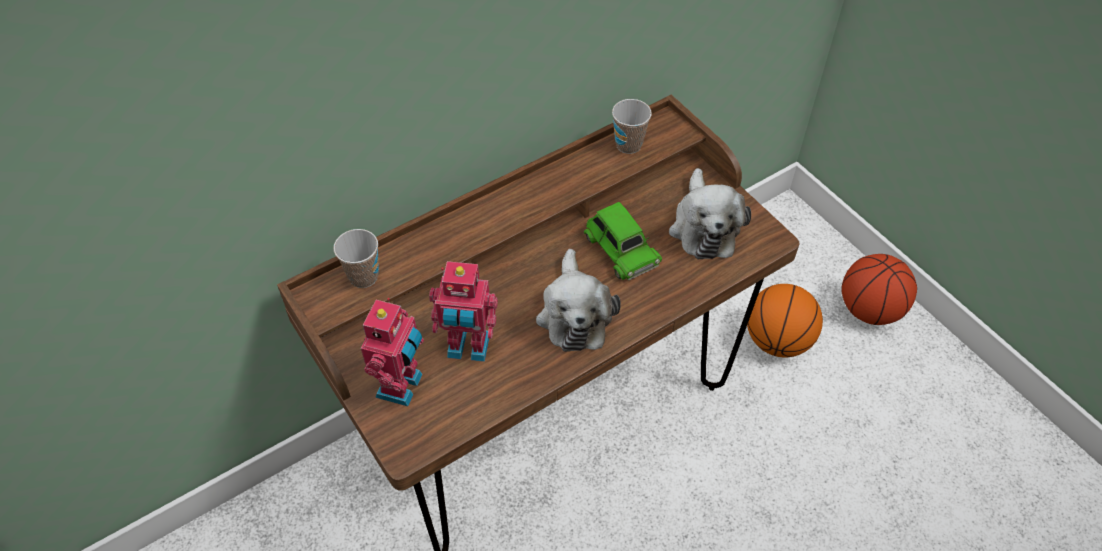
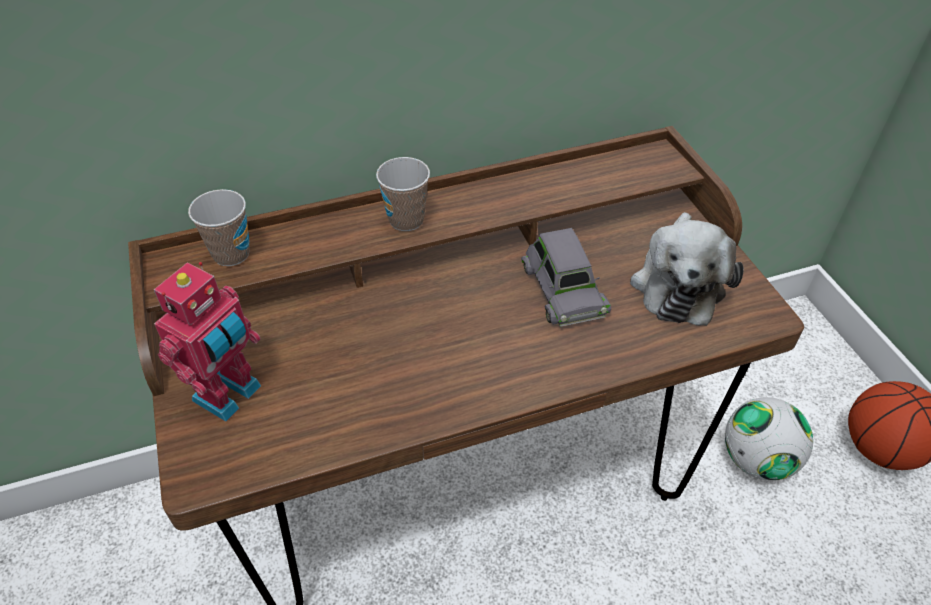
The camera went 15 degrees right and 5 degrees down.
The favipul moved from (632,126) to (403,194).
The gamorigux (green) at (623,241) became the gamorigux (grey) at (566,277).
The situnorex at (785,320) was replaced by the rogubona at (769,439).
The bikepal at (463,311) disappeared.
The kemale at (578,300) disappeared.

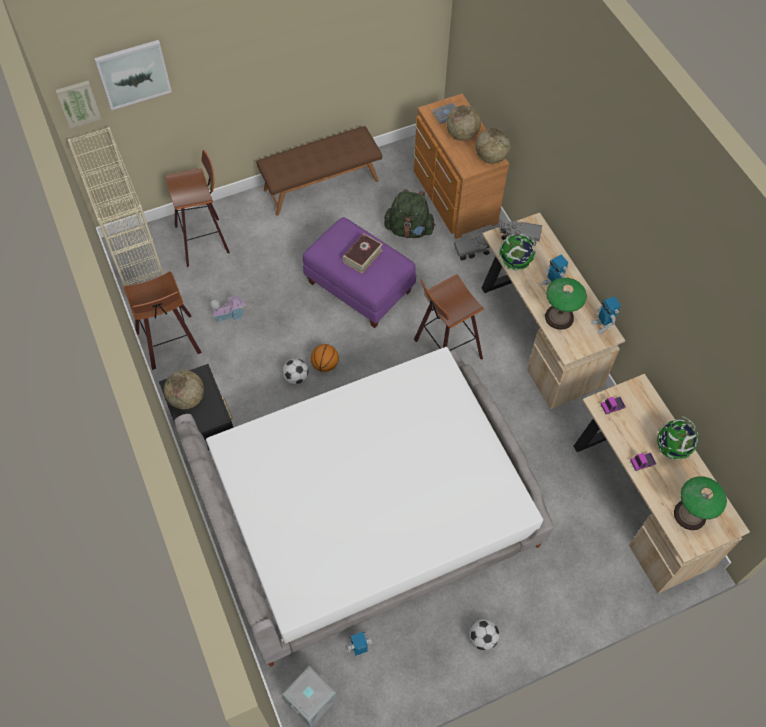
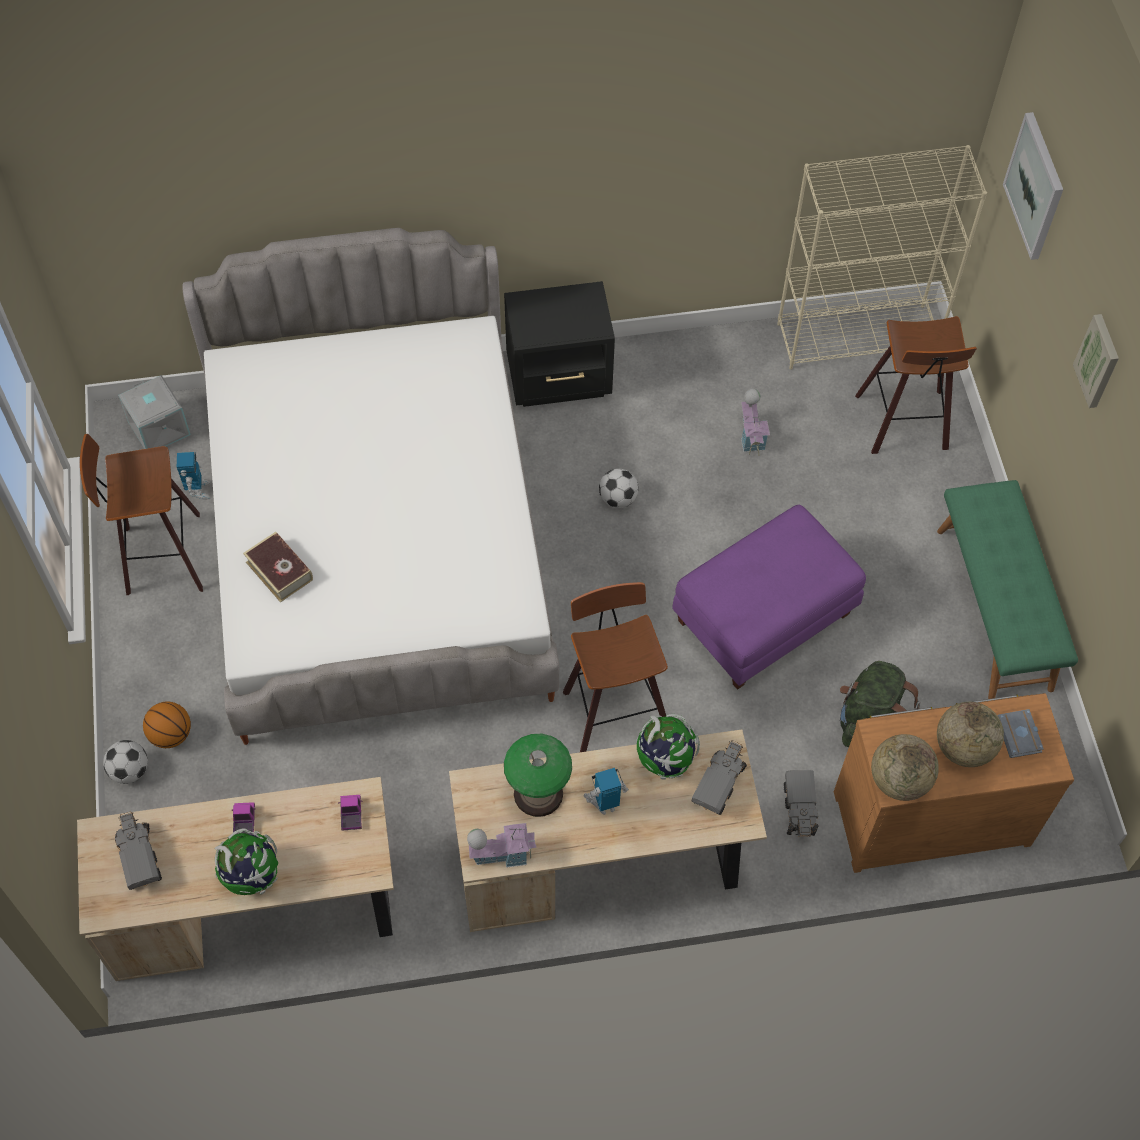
The camera went 105 degrees right and 0 degrees up.
The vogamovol moved from (163,320) to (141,514).
The rogubona moved from (484,634) to (125,762).
The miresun at (700,503) was replaced by the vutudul at (138,850).
The situnorex moved from (325,358) to (167,725).
The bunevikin moved from (363,253) to (278,567).
The bikepal at (606,315) was replaced by the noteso at (502,845).
The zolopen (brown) at (319,171) became the zolopen (green) at (1007,589).
The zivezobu moved from (78,105) to (1096,361).
The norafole at (184,389) disappeared.

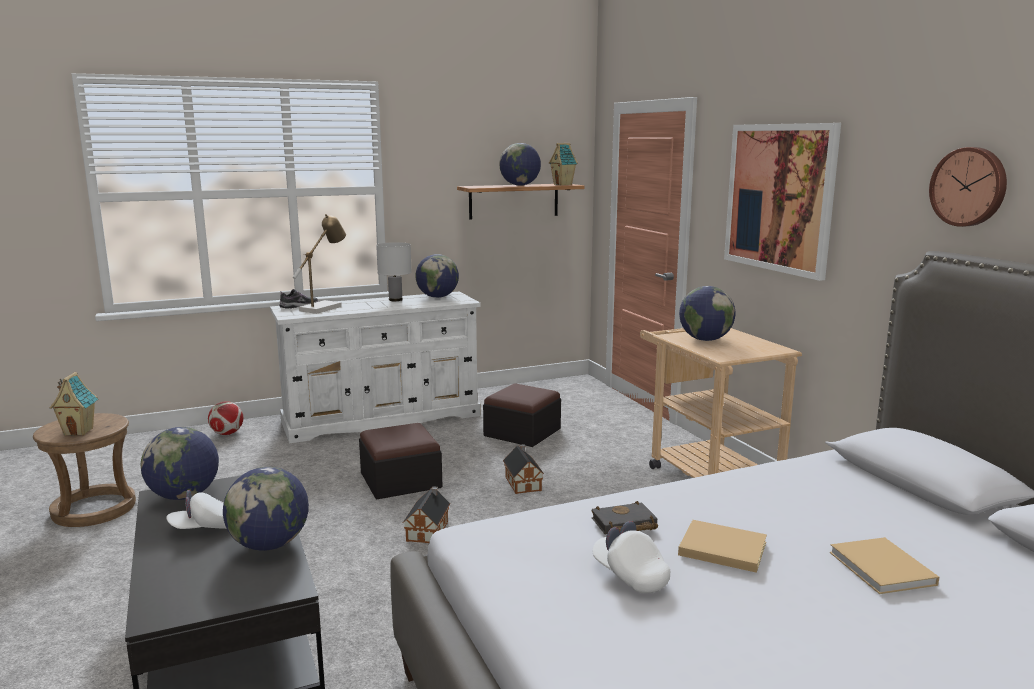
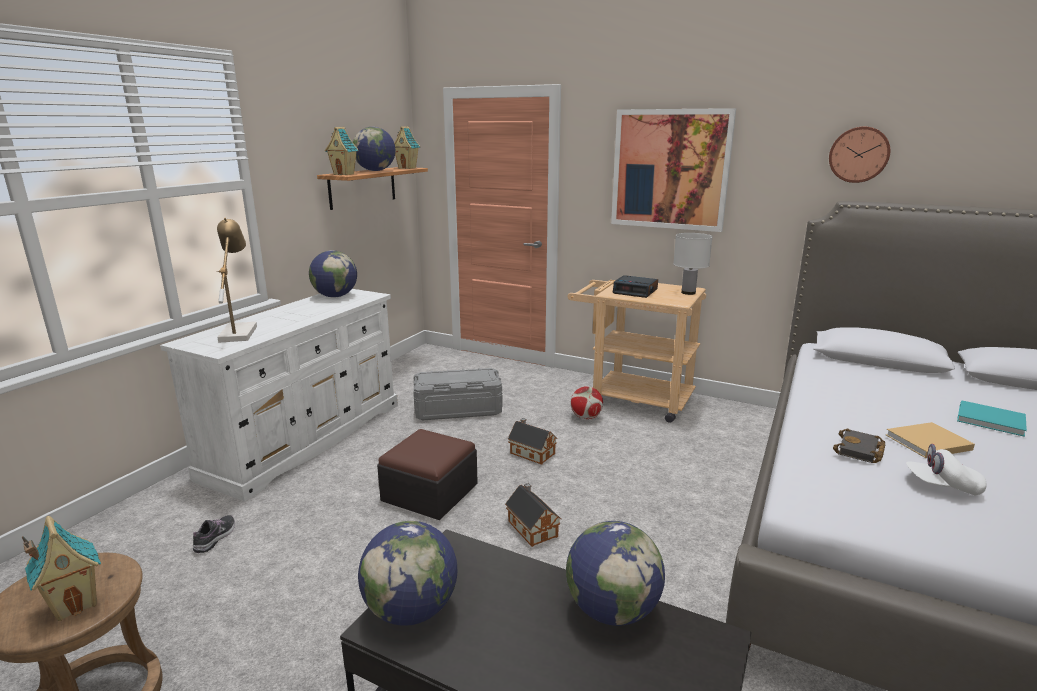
The camera went 40 degrees left and 5 degrees up.
The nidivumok moved from (298,299) to (214,534).
The noteso at (341,151) appeared.
The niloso at (522,415) was replaced by the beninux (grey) at (458,394).
The rogubona moved from (225,418) to (587,402).
The norafole at (707,313) was replaced by the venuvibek at (635,286).
The miresun (white) moved from (394,271) to (693,264).
The bunevikin (beige) at (884,565) became the bunevikin (turquoise) at (992,418).
The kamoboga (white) at (196,509) disappeared.

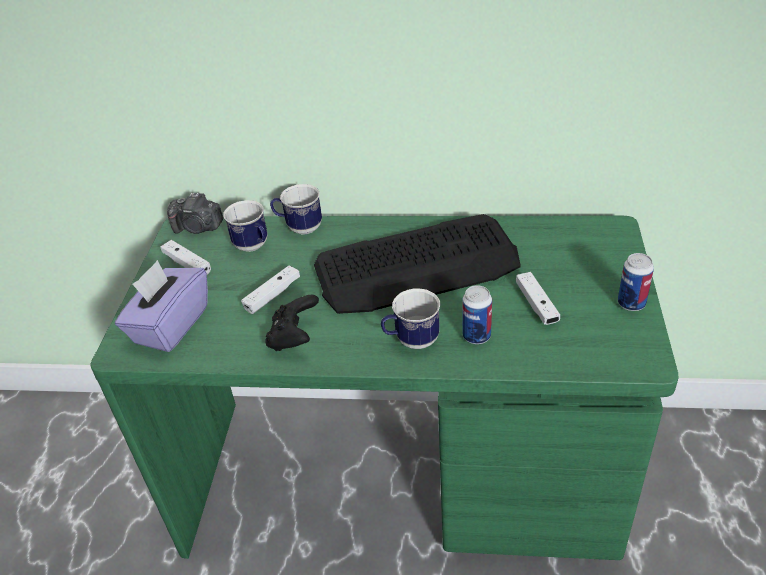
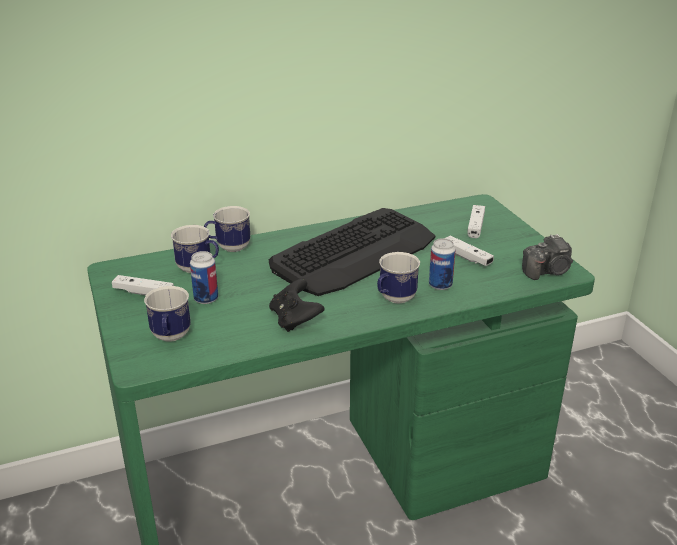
The camera went 30 degrees left and 10 degrees down.
The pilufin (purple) at (161,306) was replaced by the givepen at (167,314).
The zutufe moved from (636,282) to (204,277).
The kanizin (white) moved from (270,290) to (476,221).
The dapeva moved from (195,213) to (547,257).

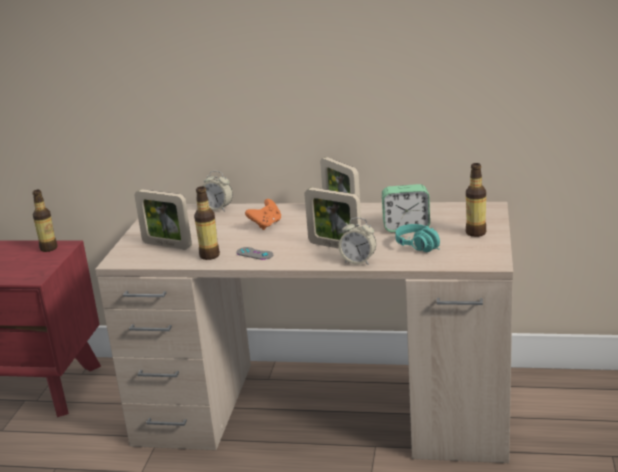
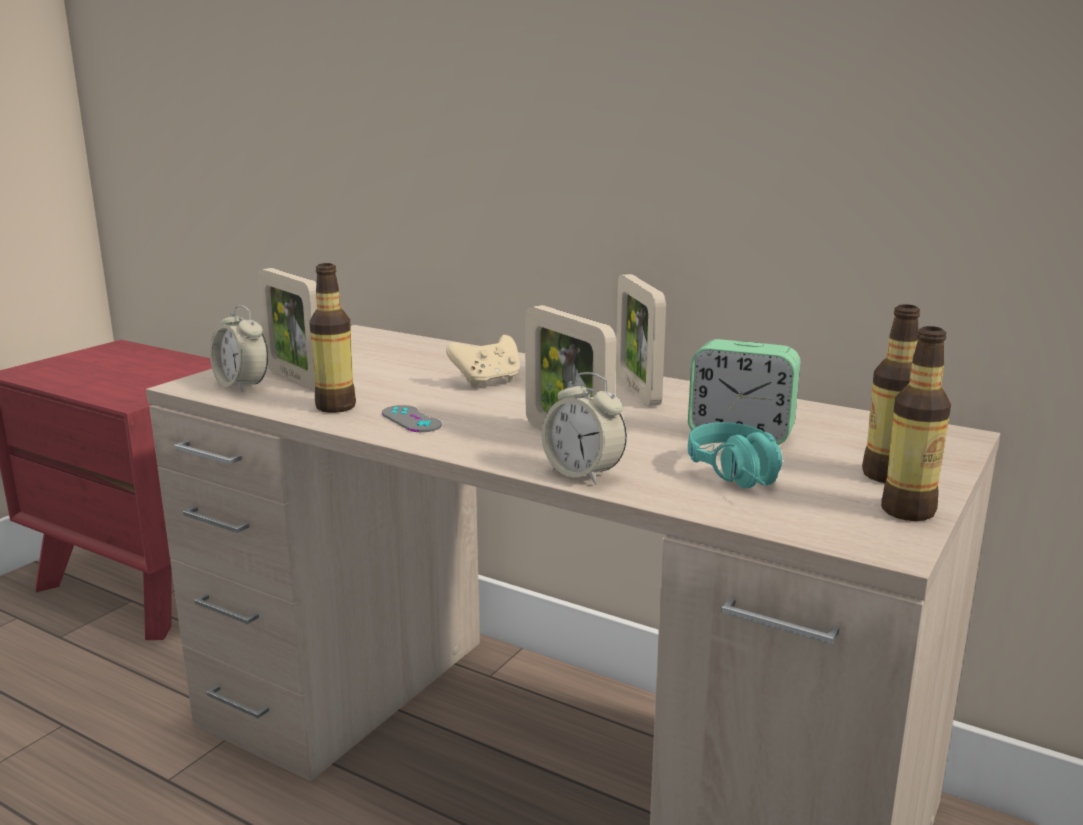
The camera went 20 degrees right and 5 degrees down.
The venuvibek moved from (218,191) to (239,348).
The kanizin (orange) at (263,214) became the kanizin (beige) at (482,361).
The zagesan moved from (44,221) to (916,423).

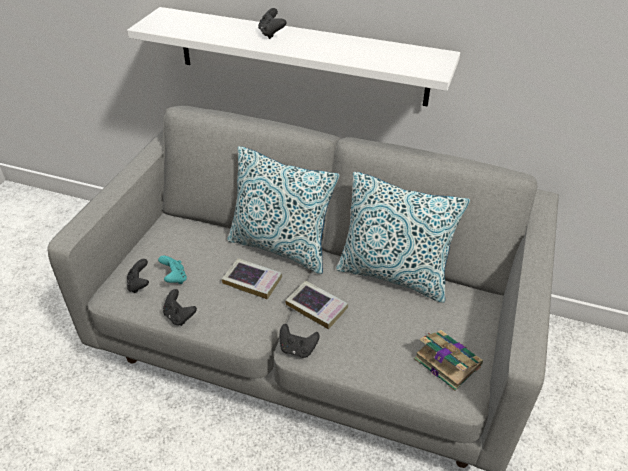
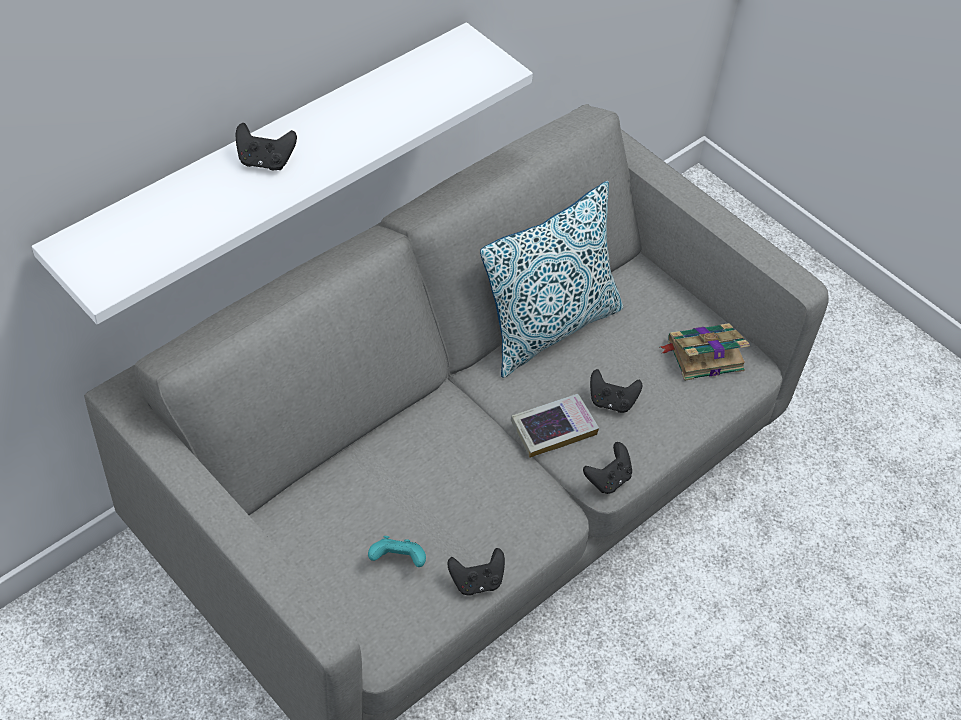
The camera went 65 degrees left and 10 degrees up.
The kanizin (black) moved from (138,276) to (616,391).
The bunevikin at (252,278) disappeared.
The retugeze at (283,210) disappeared.

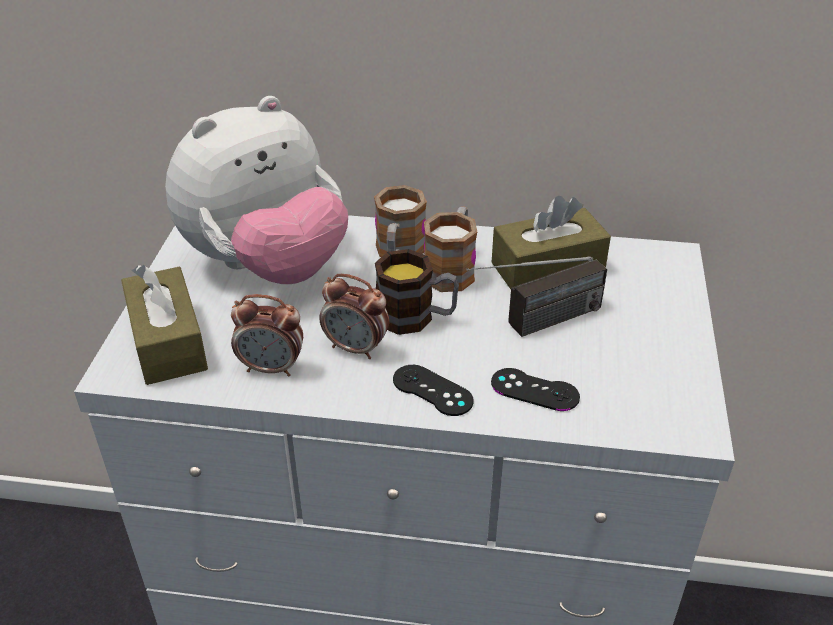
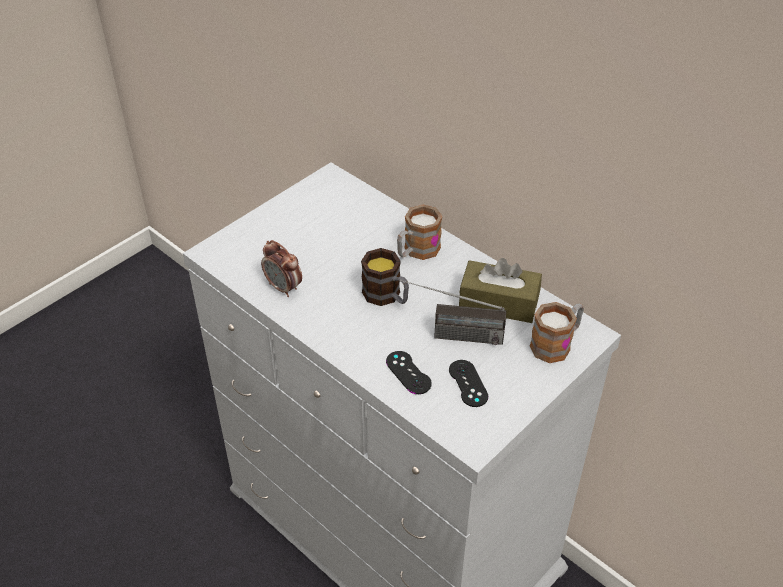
The camera went 35 degrees right and 5 degrees up.
The kanizin (black) moved from (433,390) to (468,383).
The givepen moved from (450,249) to (557,332).
The pilufin (brown) at (164,325) disappeared.
The kemale at (256,190) disappeared.
The venuvibek at (354,316) disappeared.

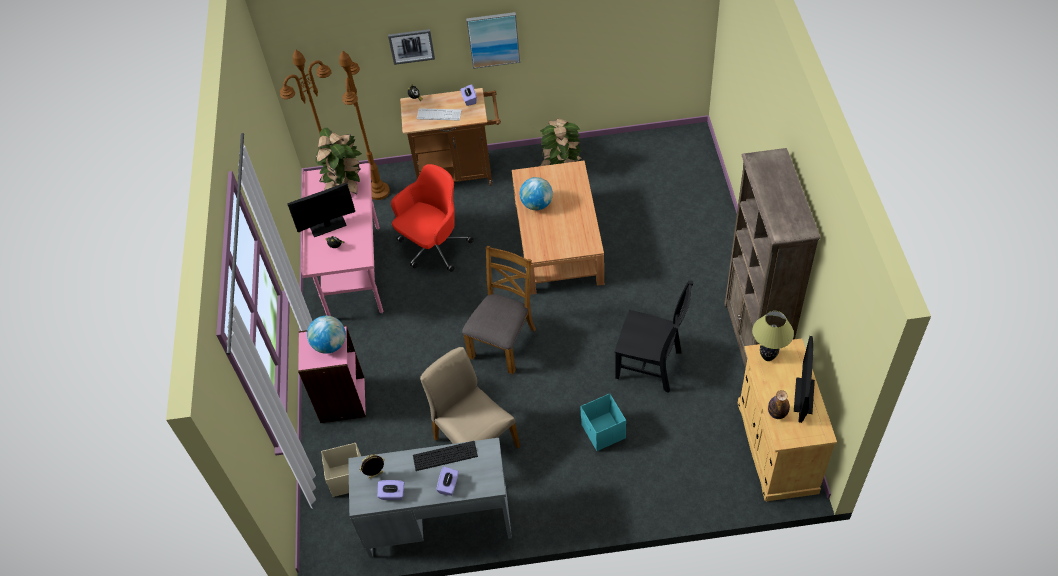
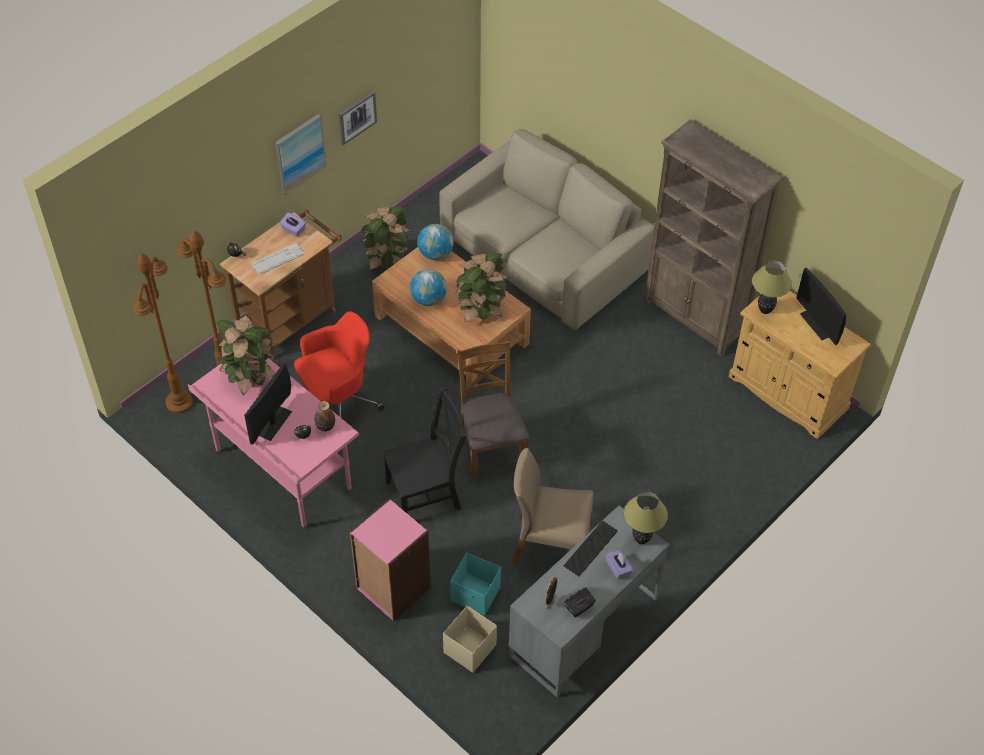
The camera went 45 degrees left and 0 degrees up.
The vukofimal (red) at (432,218) turned 60 degrees clockwise.
The zagesan moved from (779,404) to (324,416).
The zivezobu moved from (411,47) to (358,118).
The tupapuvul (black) moved from (654,337) to (425,450).
The norafole moved from (326,335) to (435,242).
The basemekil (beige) at (546,229) appeared.
The beninux (turquoise) moved from (603,422) to (475,584).
The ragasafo at (483,287) appeared.
The pilufin (purple) at (390,490) became the pilufin (black) at (580,602).
The miresun at (646,518) appeared.

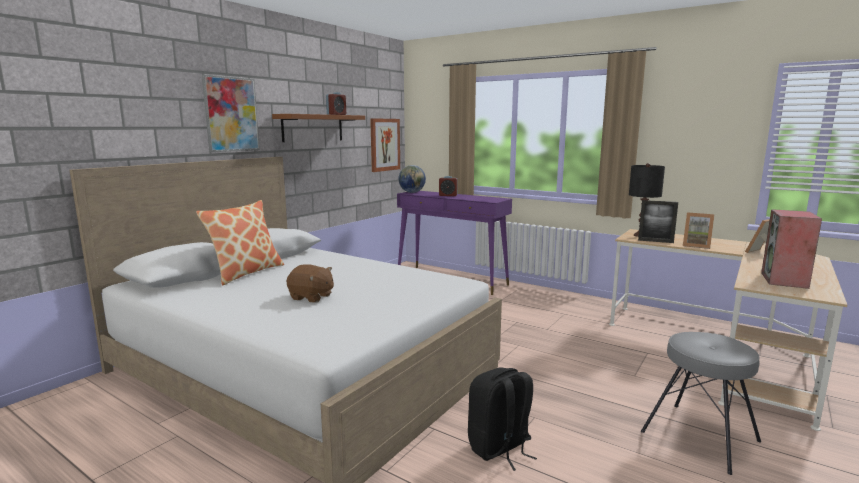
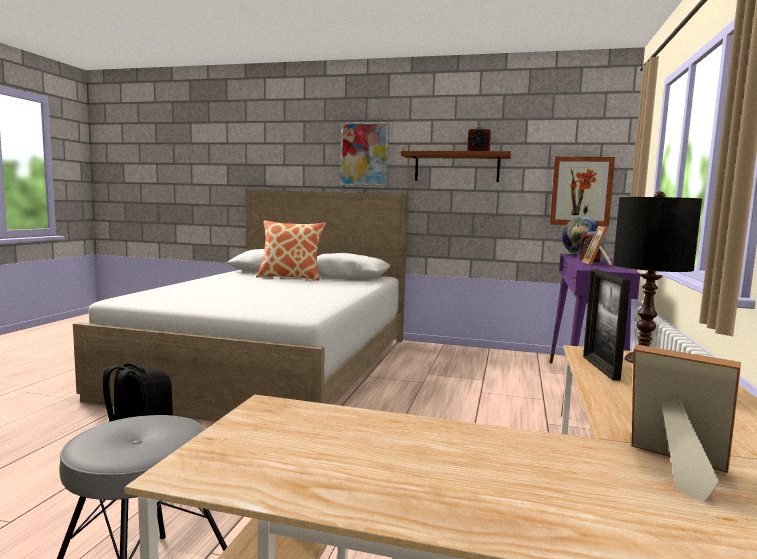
The camera went 70 degrees right and 5 degrees down.
The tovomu moved from (699,230) to (596,245).
The kemale (brown) at (310,283) disappeared.
The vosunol at (791,249) disappeared.

